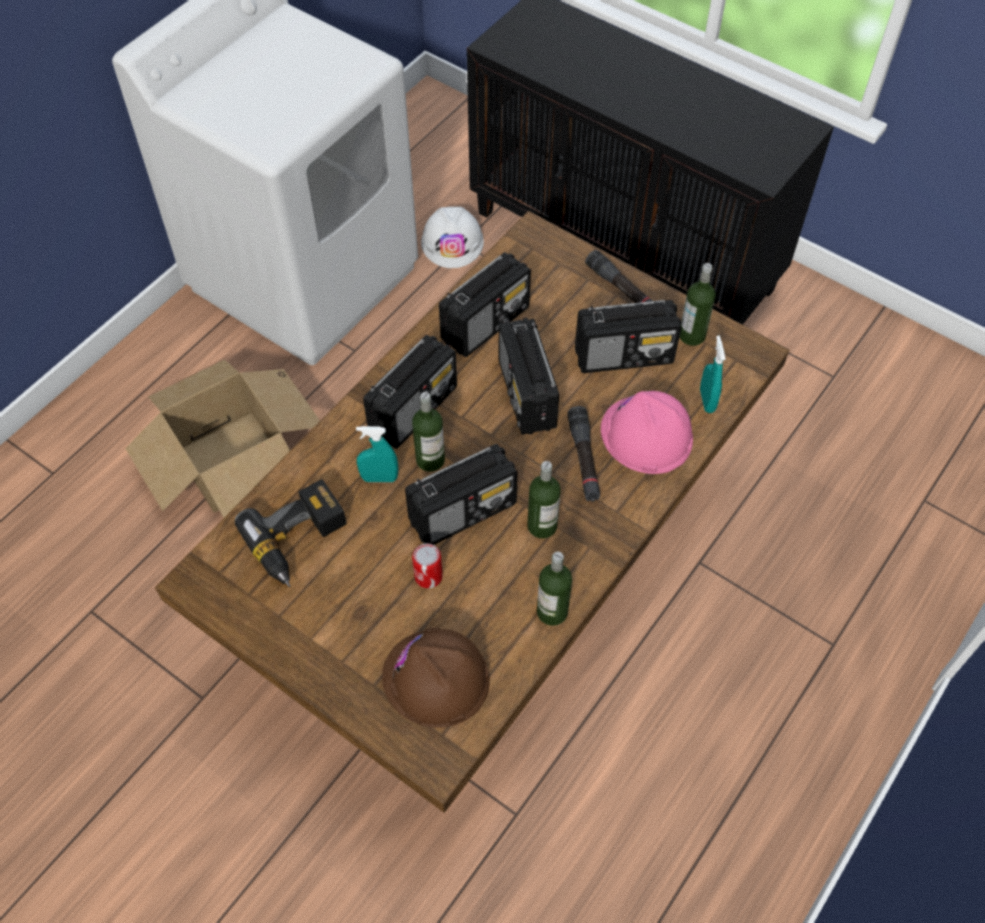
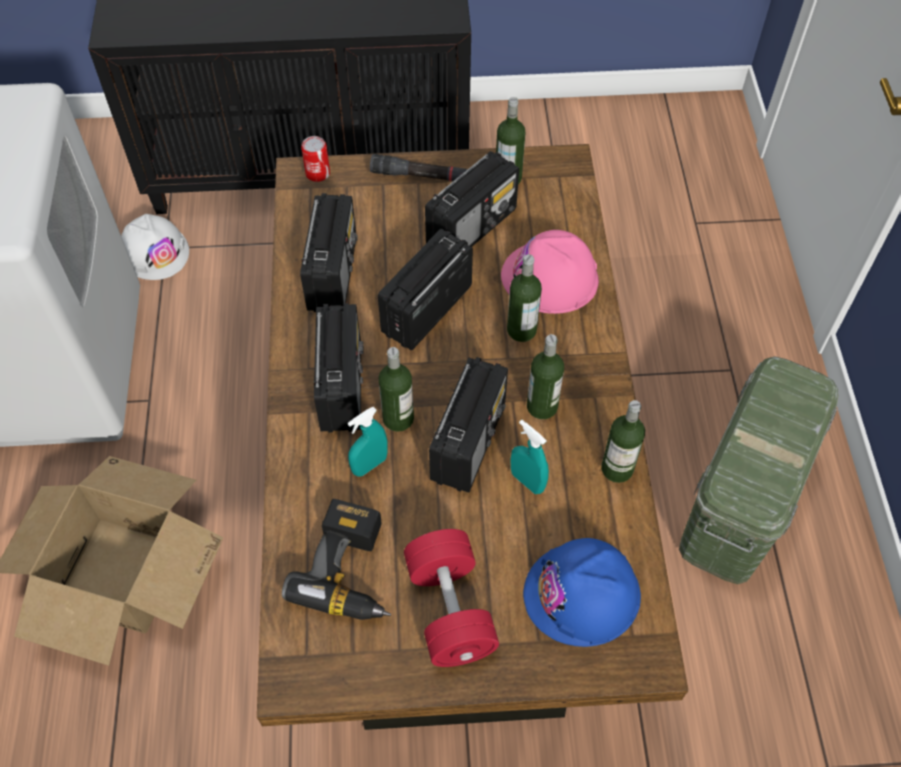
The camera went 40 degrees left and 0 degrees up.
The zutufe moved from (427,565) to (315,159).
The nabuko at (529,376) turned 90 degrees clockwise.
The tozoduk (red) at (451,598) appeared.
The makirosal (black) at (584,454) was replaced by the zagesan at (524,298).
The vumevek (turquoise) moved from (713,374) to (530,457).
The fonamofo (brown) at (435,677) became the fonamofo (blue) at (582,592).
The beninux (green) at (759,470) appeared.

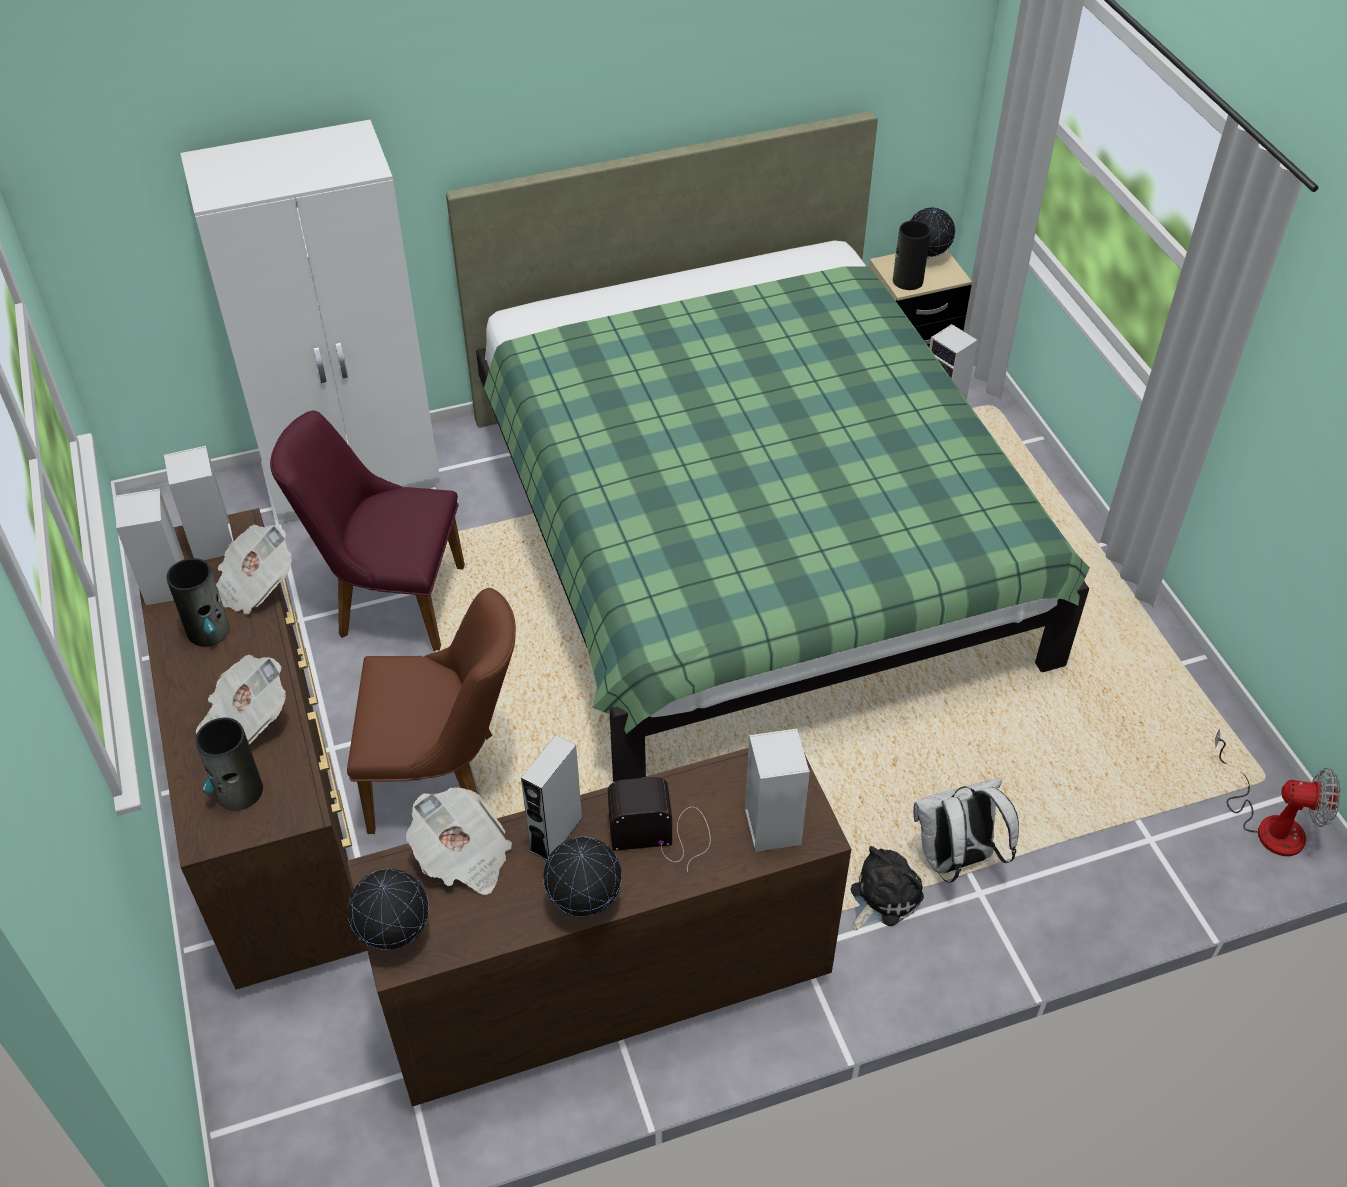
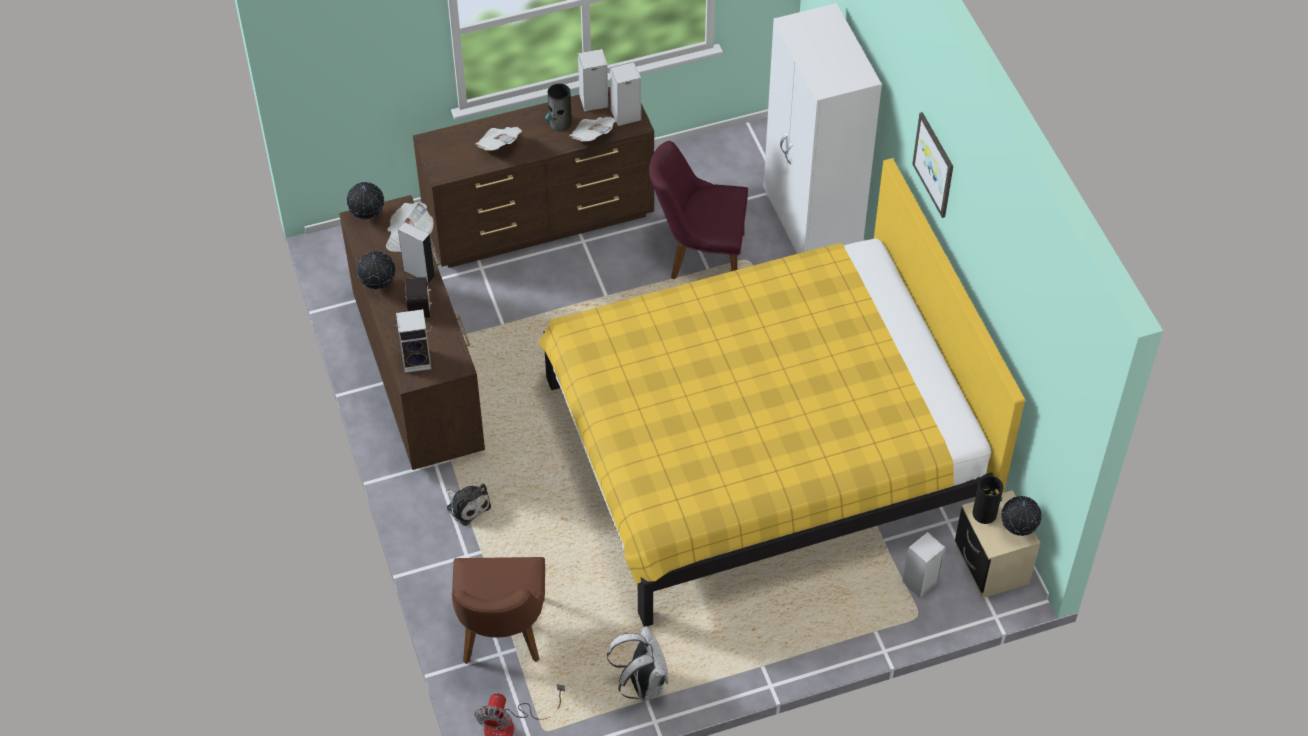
The camera went 90 degrees right and 5 degrees up.
The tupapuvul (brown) moved from (431,711) to (498,610).
The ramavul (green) at (768,446) became the ramavul (yellow) at (781,392).
The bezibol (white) moved from (966,830) to (638,663).
The tupapuvul (purple) at (367,531) turned 90 degrees counterclockwise.
The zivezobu at (932,165) appeared.
The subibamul at (229,764) disappeared.

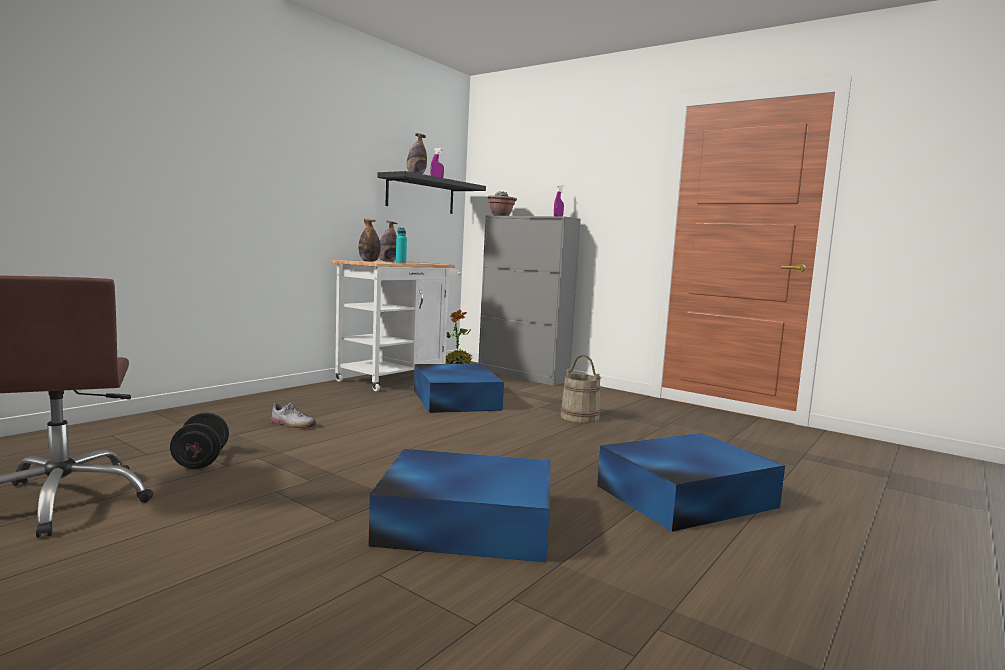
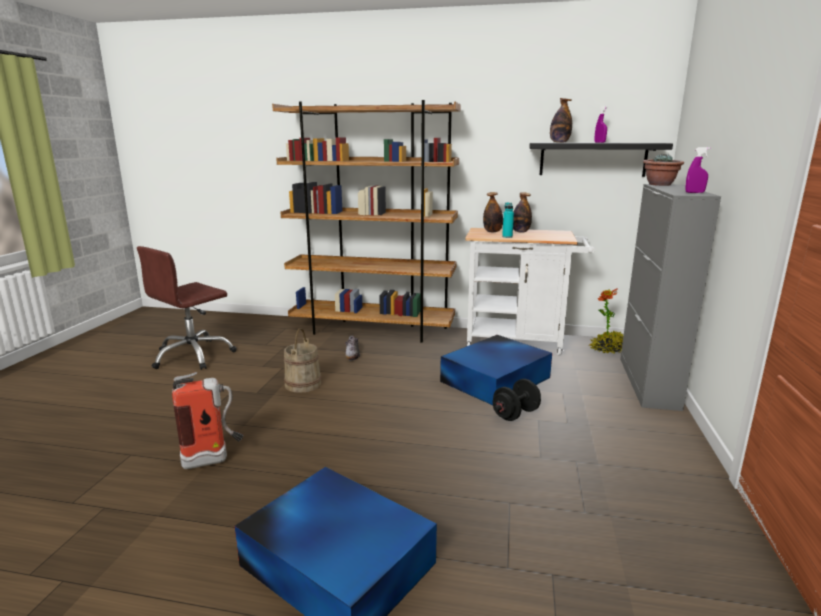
The camera went 65 degrees right and 10 degrees up.
The beninux (blue) at (459,505) was replaced by the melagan at (207,420).
The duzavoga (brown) at (366,221) appeared.
The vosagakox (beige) moved from (580,388) to (302,360).
The tozoduk (black) moved from (199,440) to (517,400).

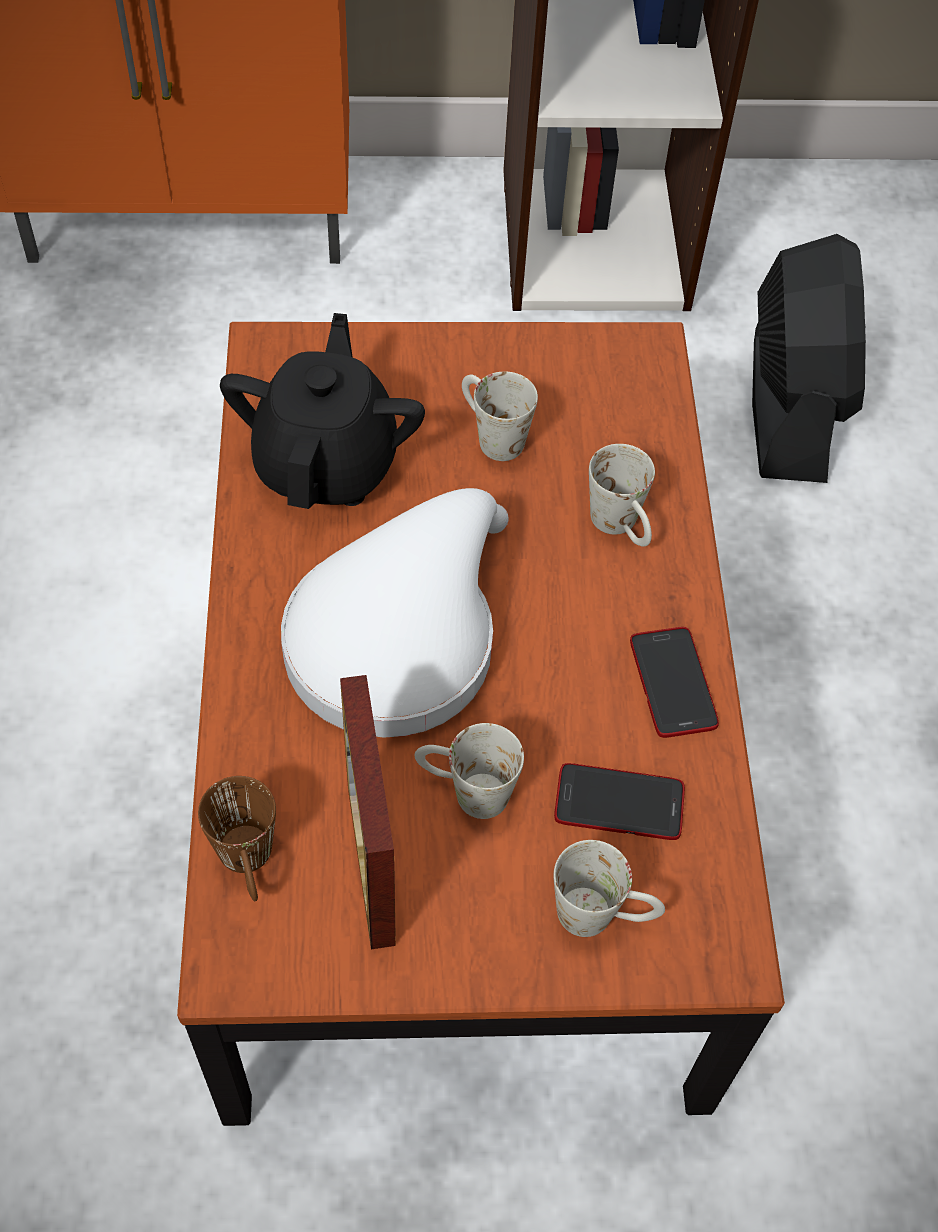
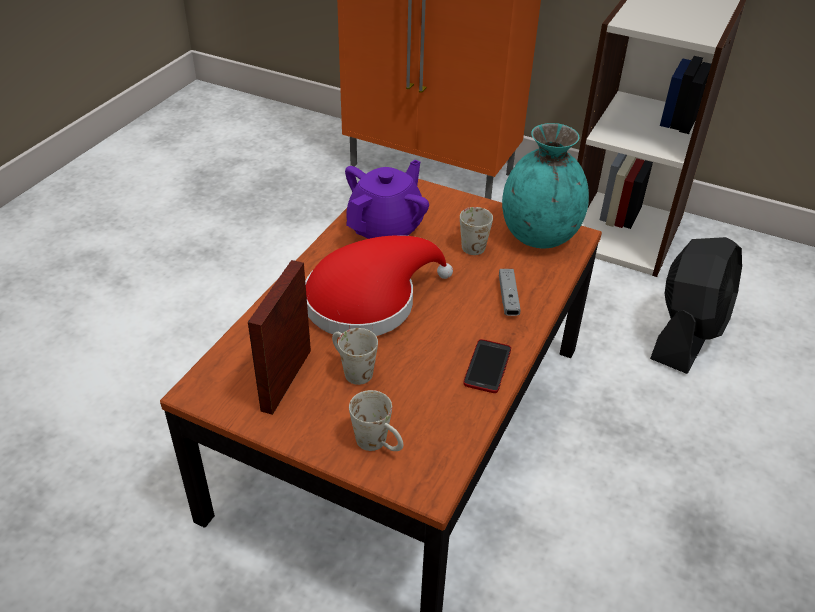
The camera went 30 degrees right and 15 degrees down.
The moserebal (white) at (395,613) became the moserebal (red) at (379,285).
The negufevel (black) at (322,411) became the negufevel (purple) at (387,199).
The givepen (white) at (622,495) was replaced by the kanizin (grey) at (510,292).
The subibamul (turquoise) at (545,185) appeared.
The givepen (brown) at (237,838) disappeared.
The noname at (619,801) disappeared.

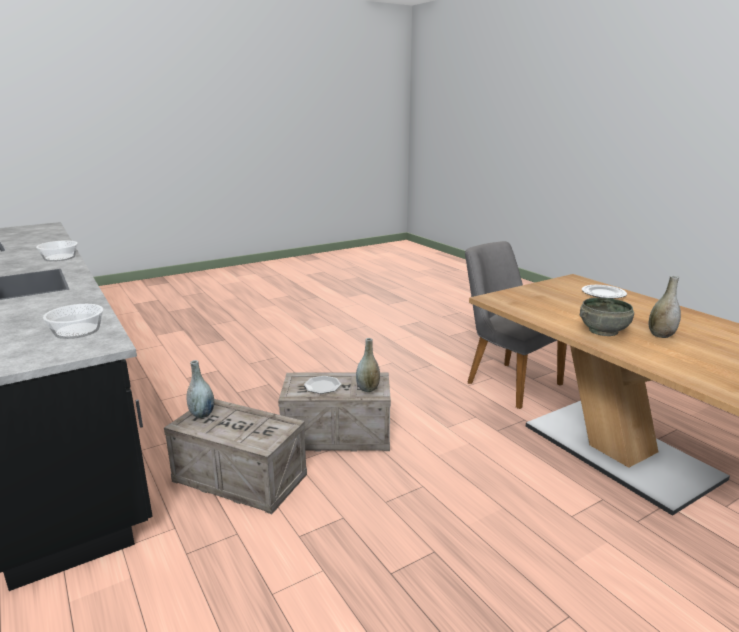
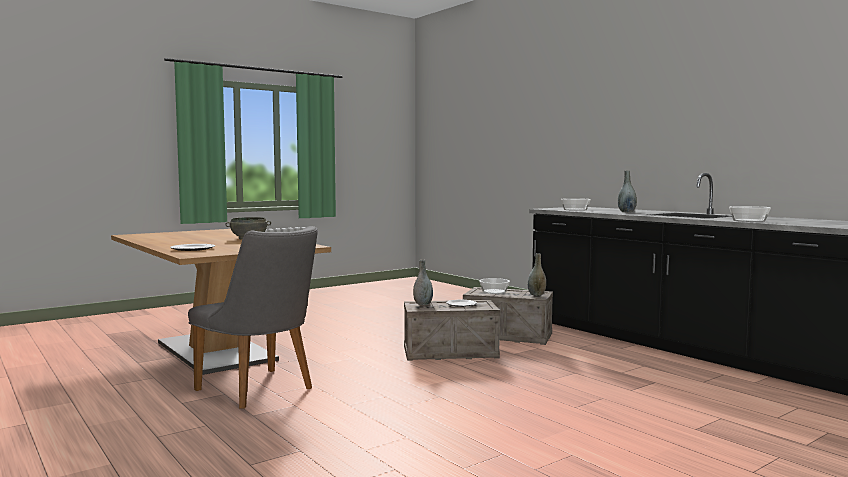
The camera went 175 degrees right and 15 degrees down.
The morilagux at (494,286) appeared.
The subibamul (grey) moved from (665,306) to (627,191).

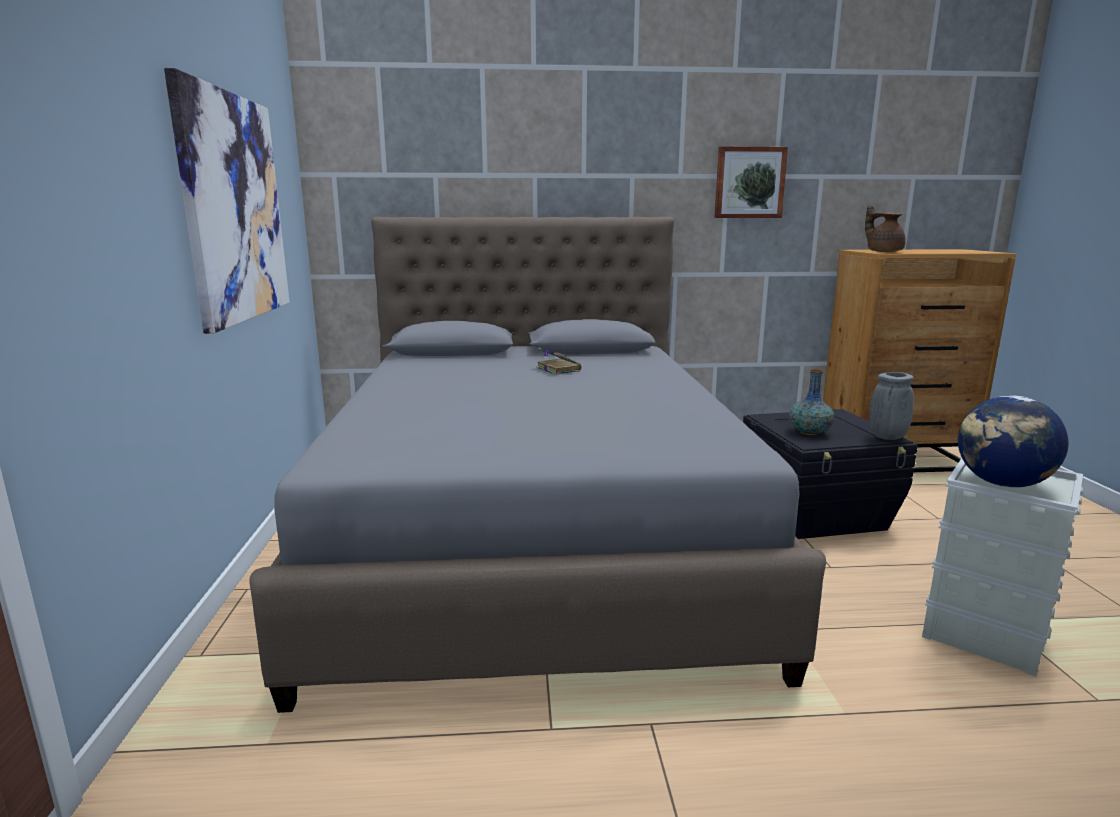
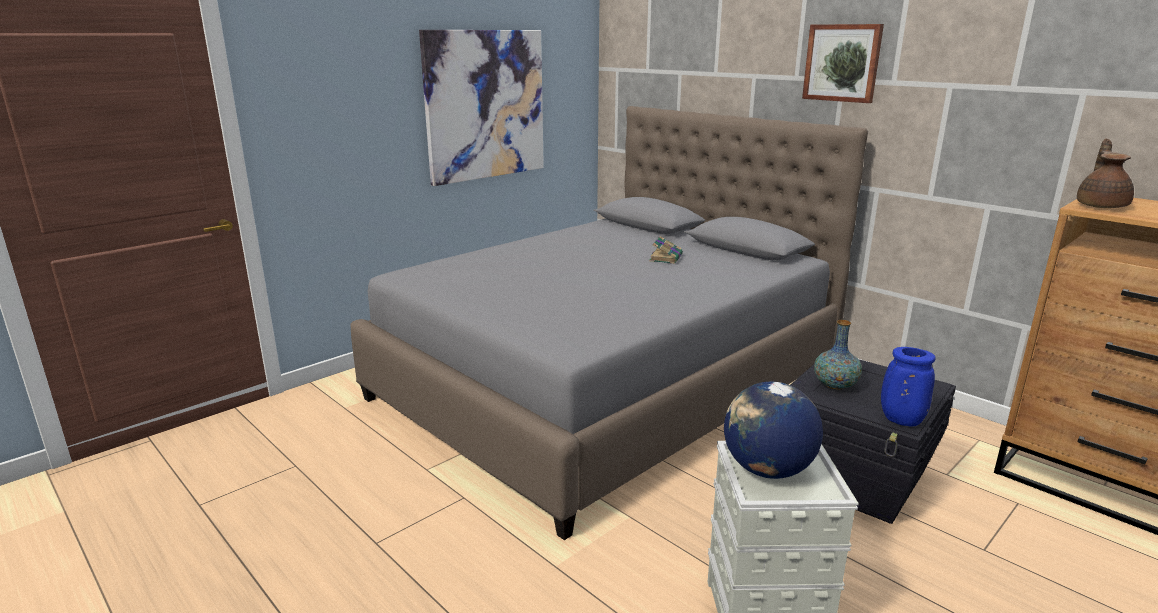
The camera went 50 degrees right and 5 degrees up.
The zivezobu moved from (751,182) to (843,63).
The subibamul (grey) at (892,406) became the subibamul (blue) at (908,387).

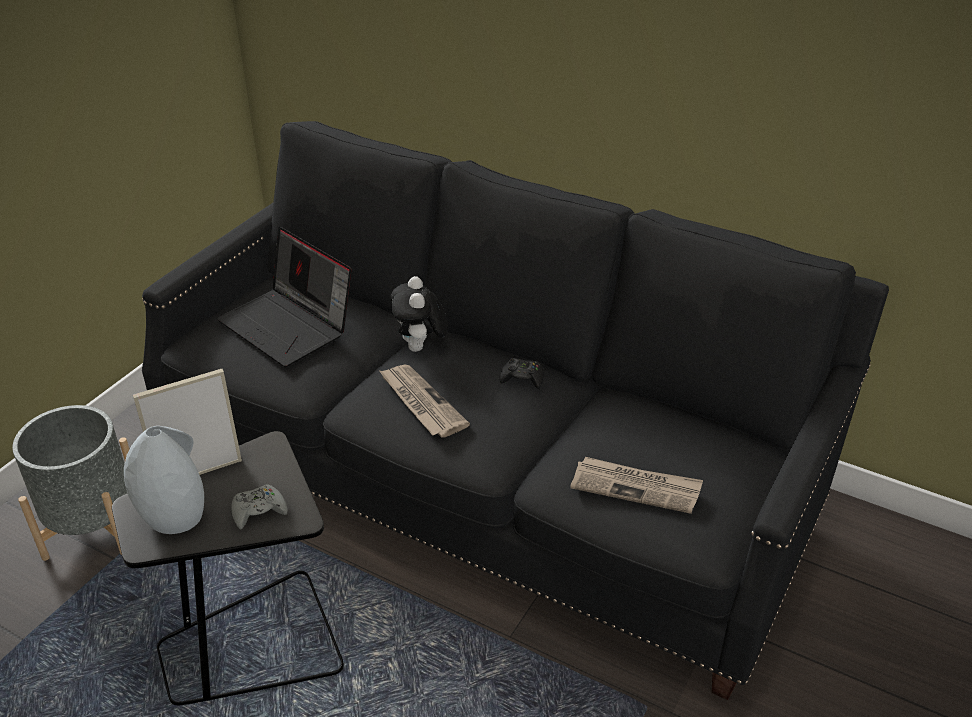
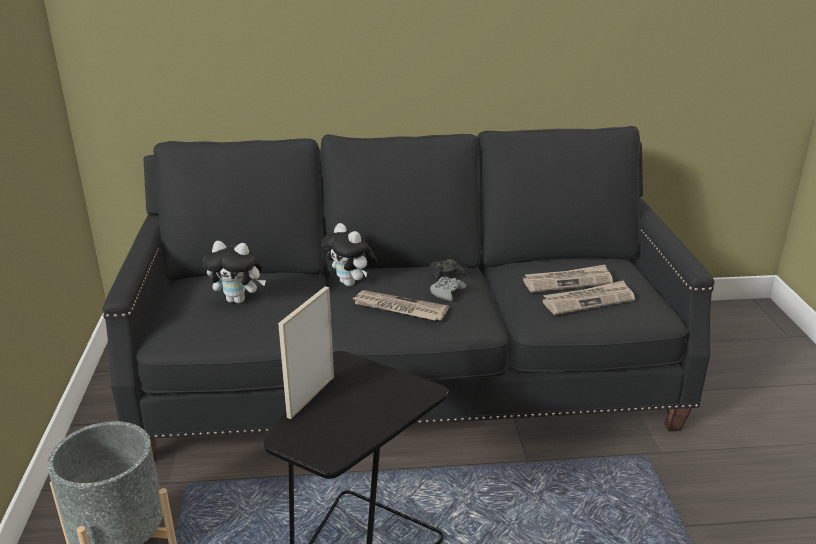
The camera went 35 degrees left and 10 degrees down.
The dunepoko at (284,297) was replaced by the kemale at (234,272).
The kanizin (grey) moved from (259,506) to (448,288).
The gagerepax at (568,279) appeared.
The subibamul (grey) at (164,480) disappeared.

